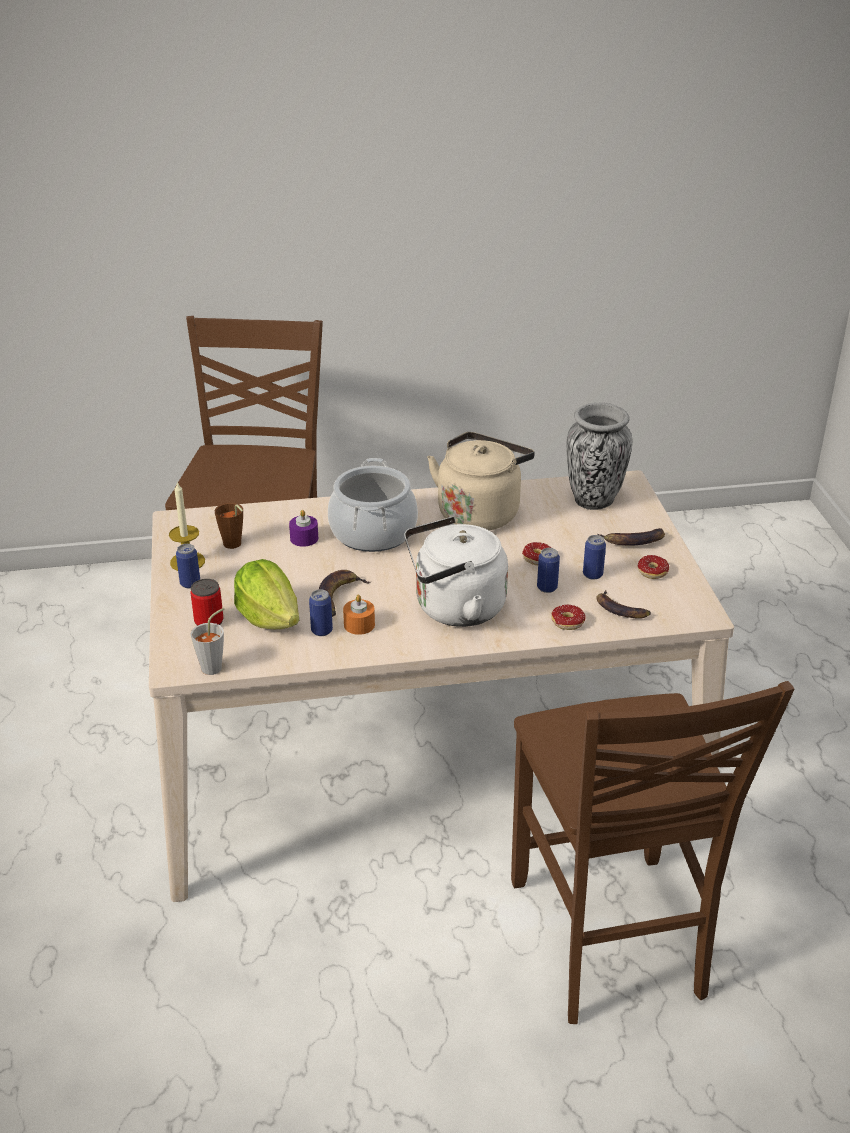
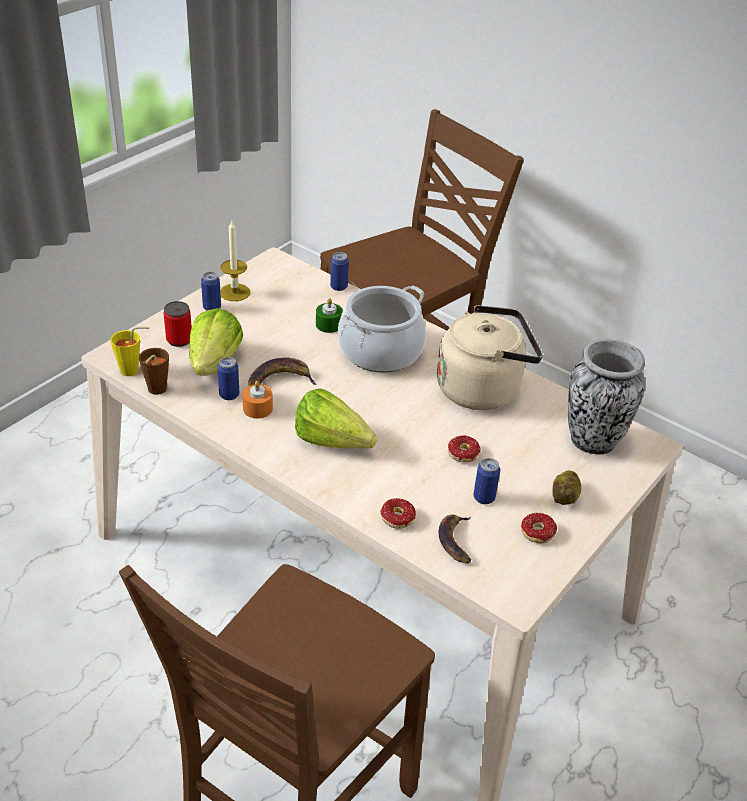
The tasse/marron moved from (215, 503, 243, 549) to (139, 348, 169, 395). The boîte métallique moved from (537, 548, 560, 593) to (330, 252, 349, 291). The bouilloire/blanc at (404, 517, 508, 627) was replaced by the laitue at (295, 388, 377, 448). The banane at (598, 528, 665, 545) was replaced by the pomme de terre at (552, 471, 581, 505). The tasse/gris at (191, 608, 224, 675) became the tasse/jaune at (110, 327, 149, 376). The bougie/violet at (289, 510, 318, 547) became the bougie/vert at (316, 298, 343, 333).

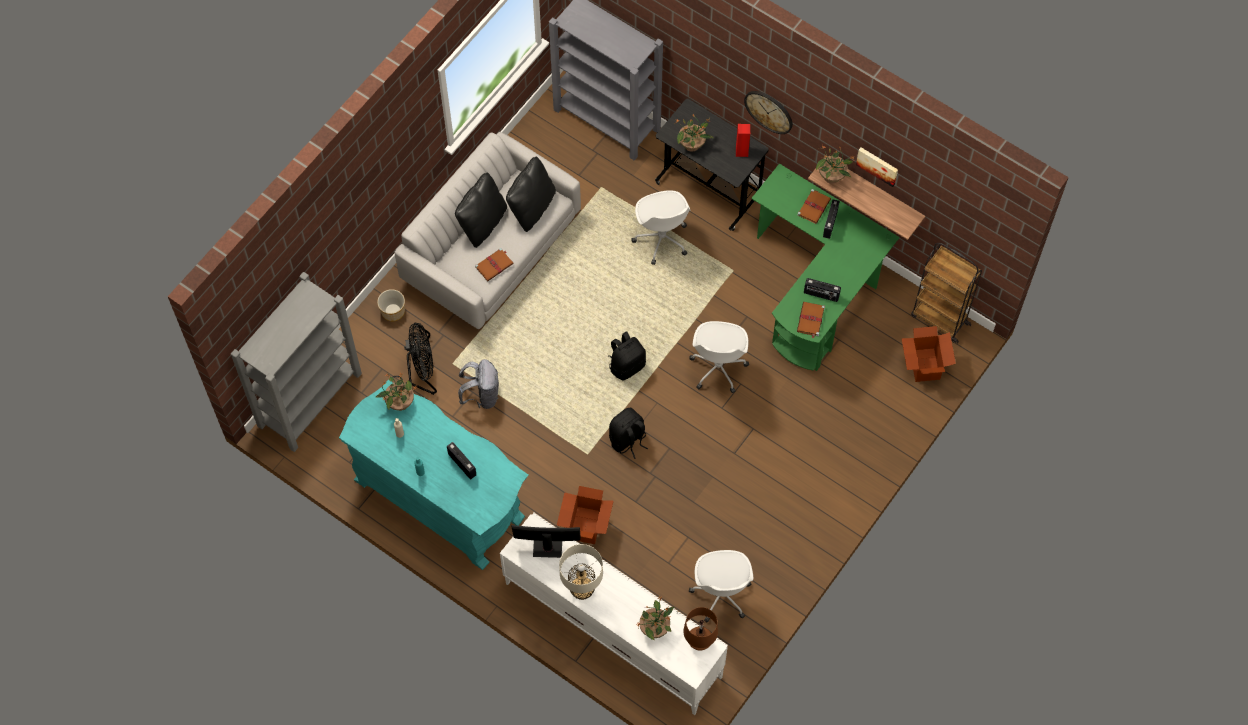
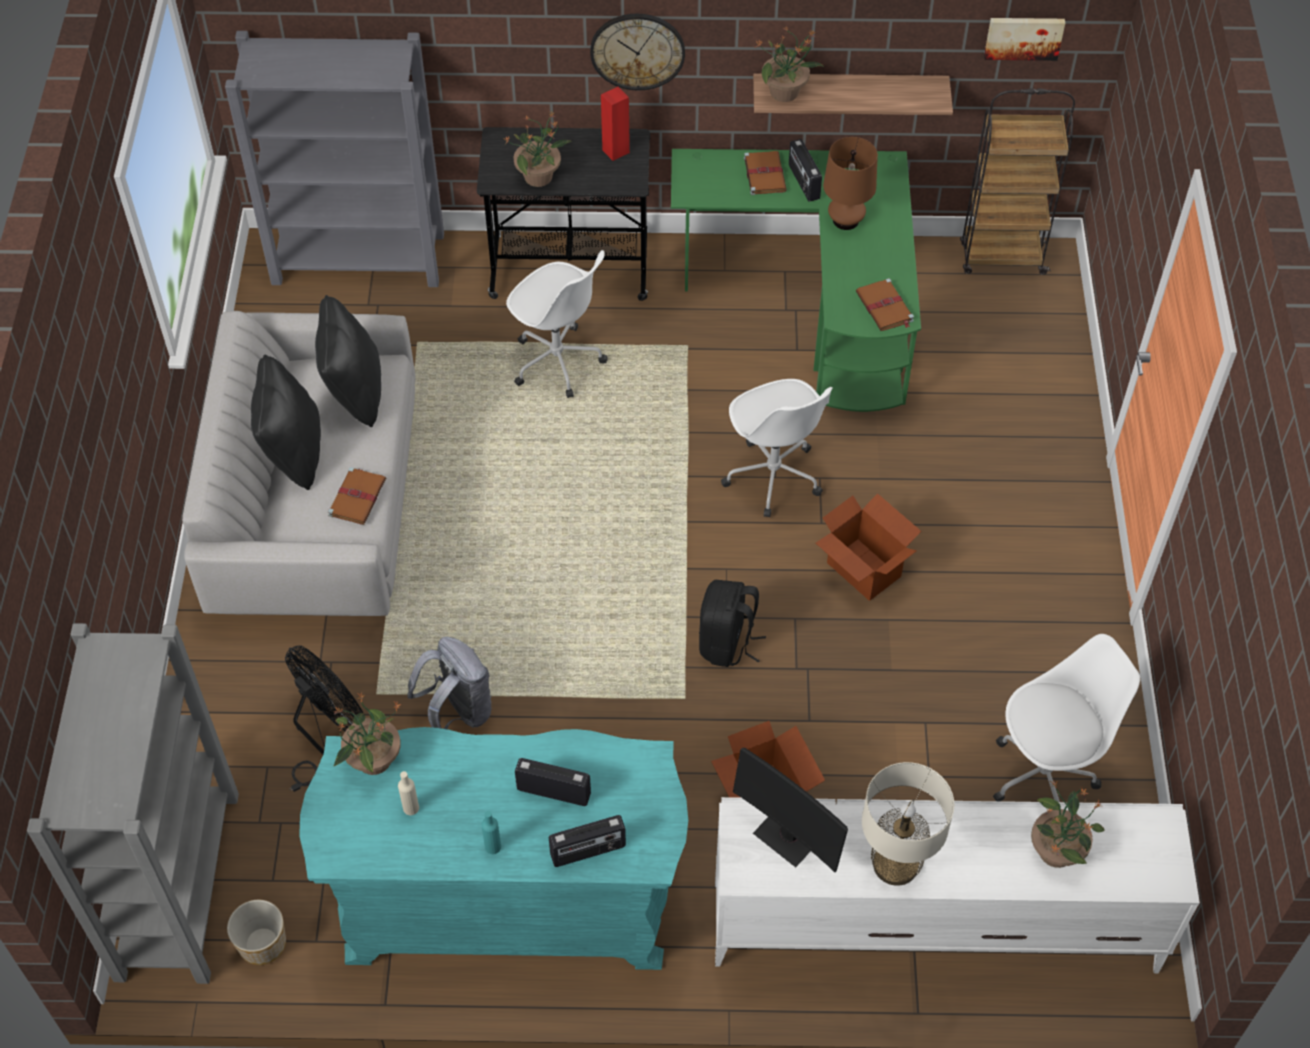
The sac à dos/noir at (608, 331, 646, 381) disappeared. The cache-pot moved from (377, 289, 405, 321) to (227, 900, 286, 965). The lampe de table/marron moved from (683, 607, 718, 651) to (823, 137, 878, 230). The radio moved from (804, 278, 841, 302) to (549, 815, 626, 867). The tableau moved from (856, 147, 898, 187) to (984, 18, 1065, 61). The carton moved from (901, 326, 956, 382) to (816, 493, 921, 601). The écran d'ordinateur at (511, 525, 581, 558) turned 105 degrees counterclockwise. The chaise de bureau/blanc at (689, 550, 753, 622) turned 75 degrees counterclockwise.

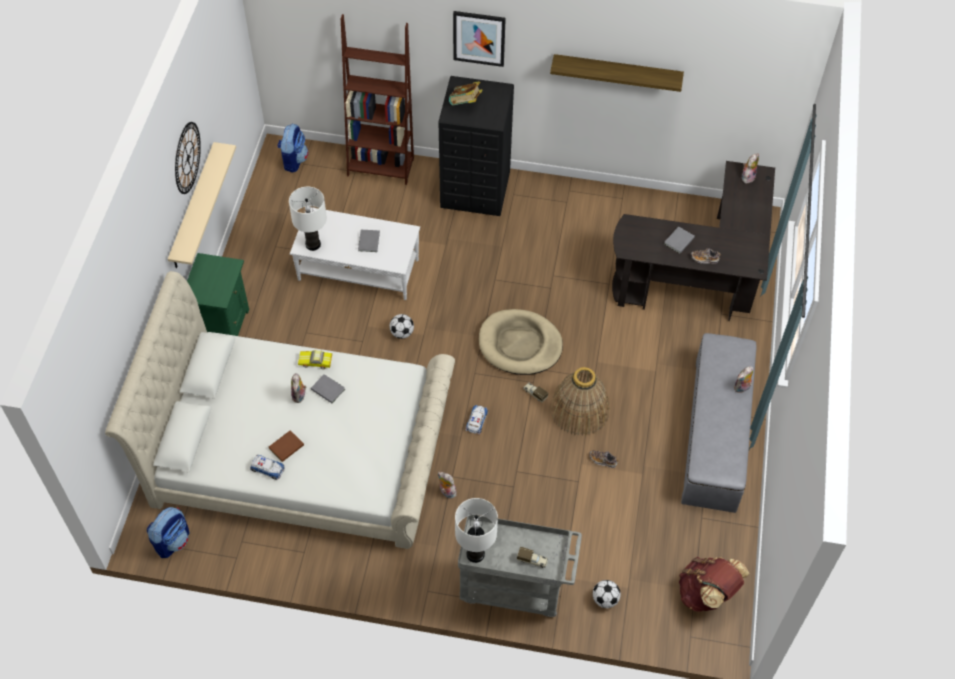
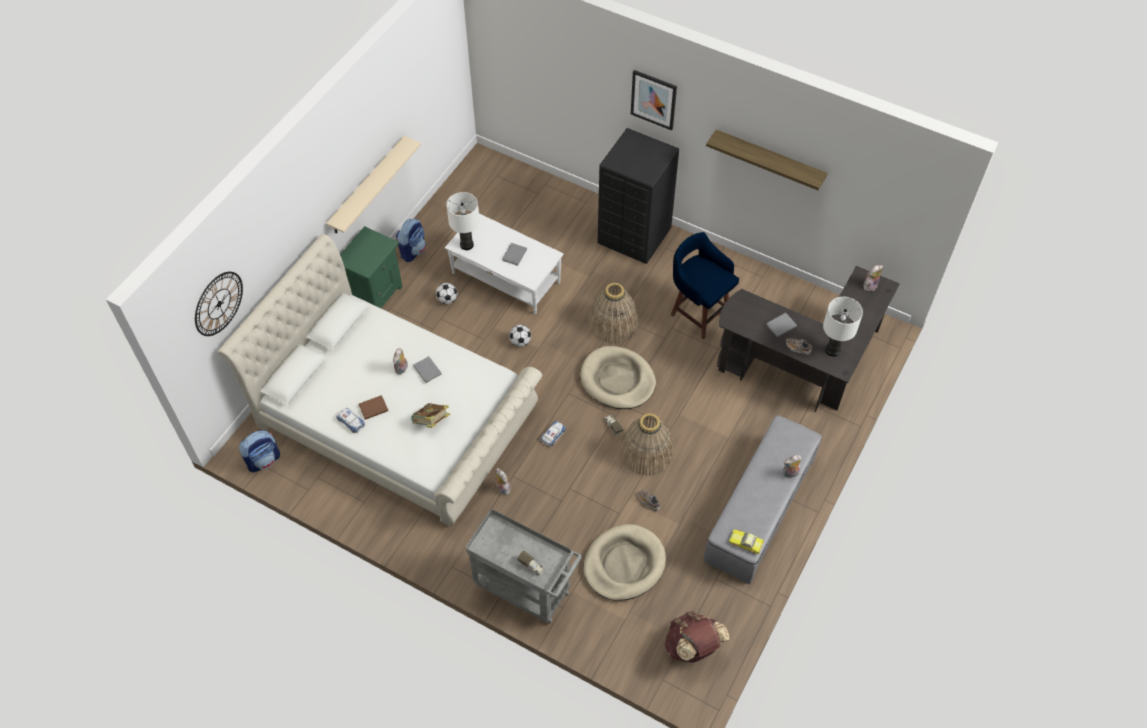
The bibliothèque/marron at (341, 14, 414, 185) disappeared. The panier pour chien/beige at (583, 524, 666, 601) appeared. The panier at (588, 283, 639, 344) appeared. The tabouret/bleu at (671, 232, 739, 340) appeared. The horloge murale moved from (175, 122, 201, 194) to (195, 272, 243, 336). The sac à dos moved from (278, 124, 308, 173) to (396, 218, 426, 262). The petite voiture moved from (298, 350, 332, 370) to (729, 529, 764, 554). The livre moved from (449, 81, 483, 105) to (411, 403, 450, 428). The lampe de table/blanc moved from (455, 498, 498, 563) to (823, 297, 863, 357). The ballon de foot moved from (593, 580, 621, 608) to (436, 283, 457, 304).

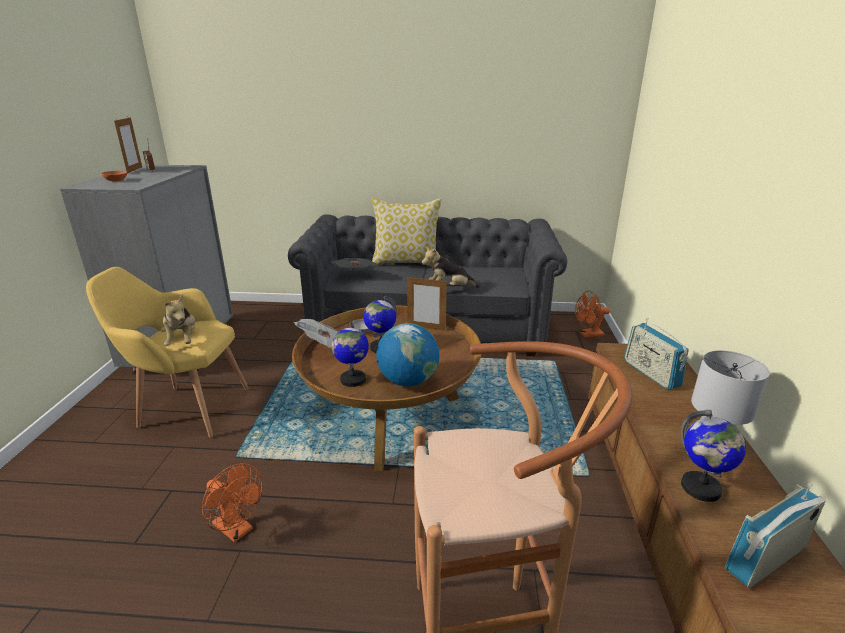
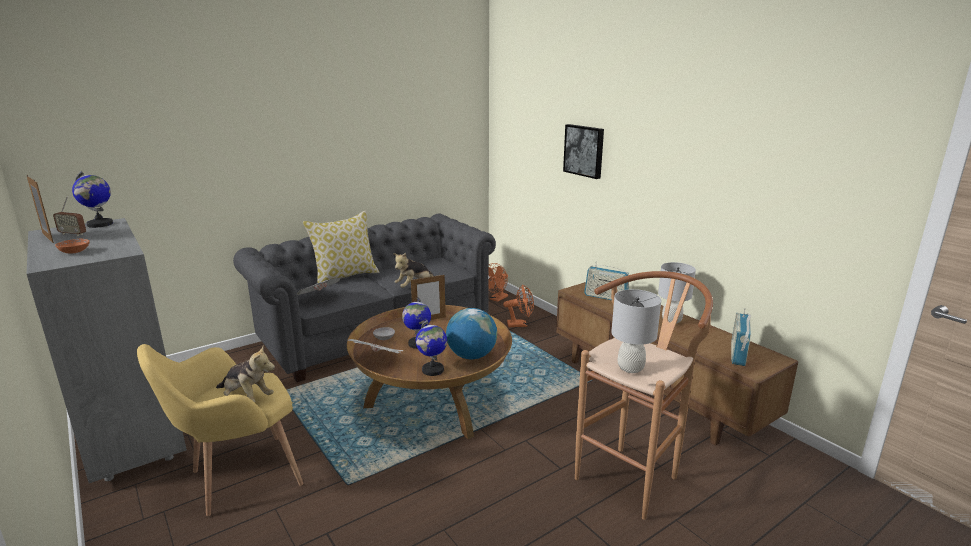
The tableau at (563, 124, 604, 179) appeared. The lampe de table/gris at (611, 289, 661, 373) appeared. The ventilateur/orange moved from (202, 463, 262, 543) to (503, 284, 534, 327). The globe moved from (681, 410, 746, 502) to (72, 171, 113, 228).

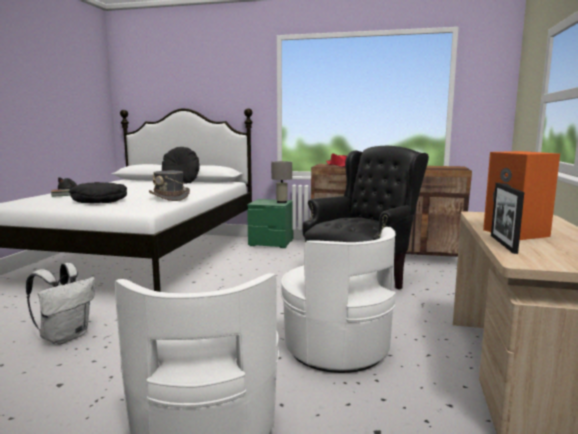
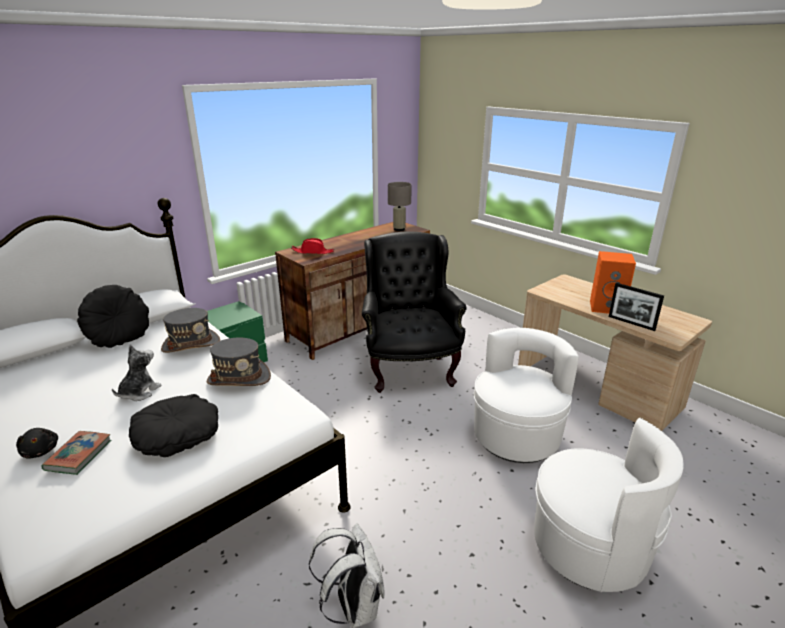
The peluche at (112, 345, 162, 401) appeared. The chapeau/gris at (161, 308, 220, 353) appeared. The lampe de table/gris moved from (271, 161, 292, 203) to (388, 182, 411, 231). The fauteuil/blanc at (281, 227, 396, 373) turned 60 degrees counterclockwise.

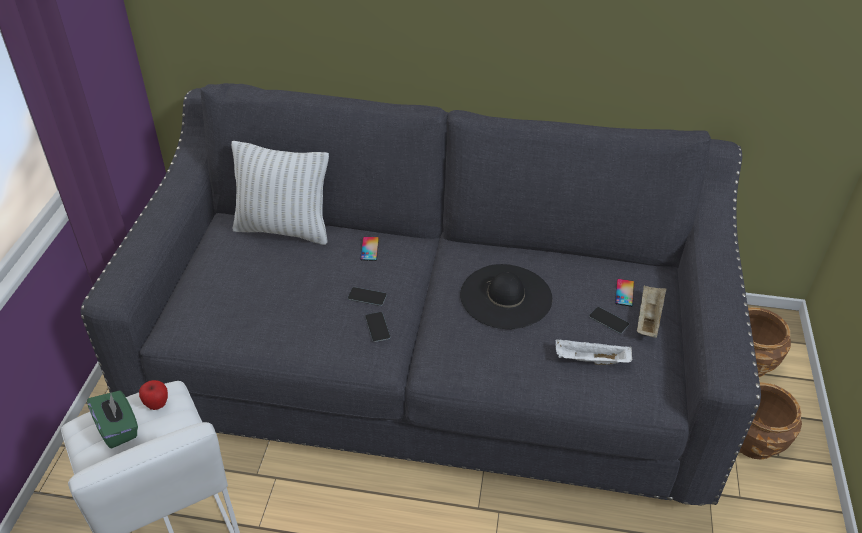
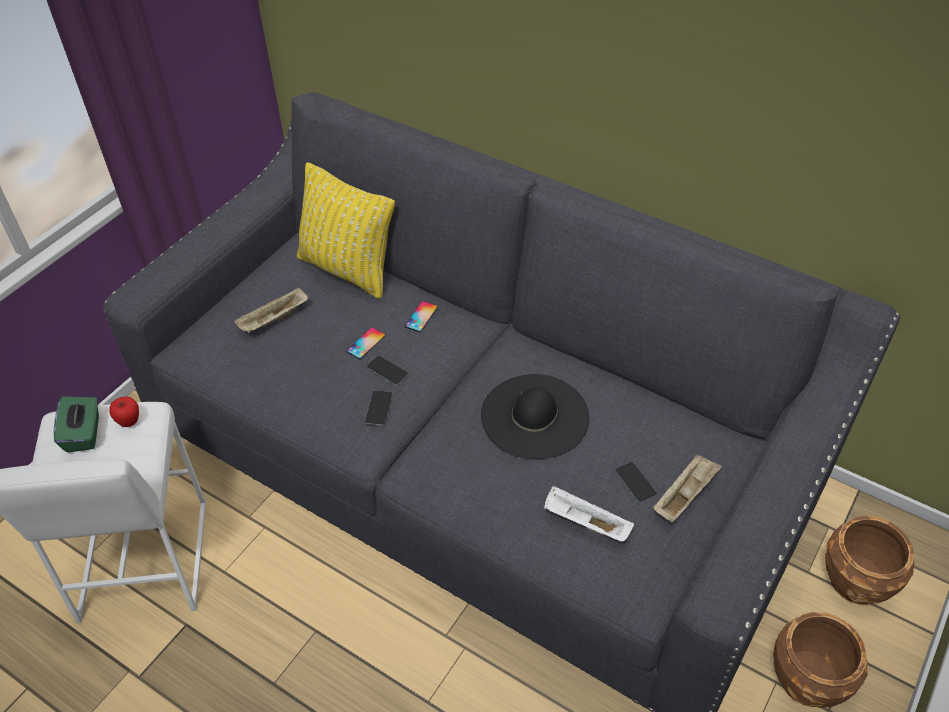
The plateau/beige at (234, 287, 308, 333) appeared. The téléphone moved from (615, 279, 634, 307) to (346, 327, 385, 359). The coussin/blanc at (231, 141, 329, 245) became the coussin/jaune at (297, 162, 395, 299).

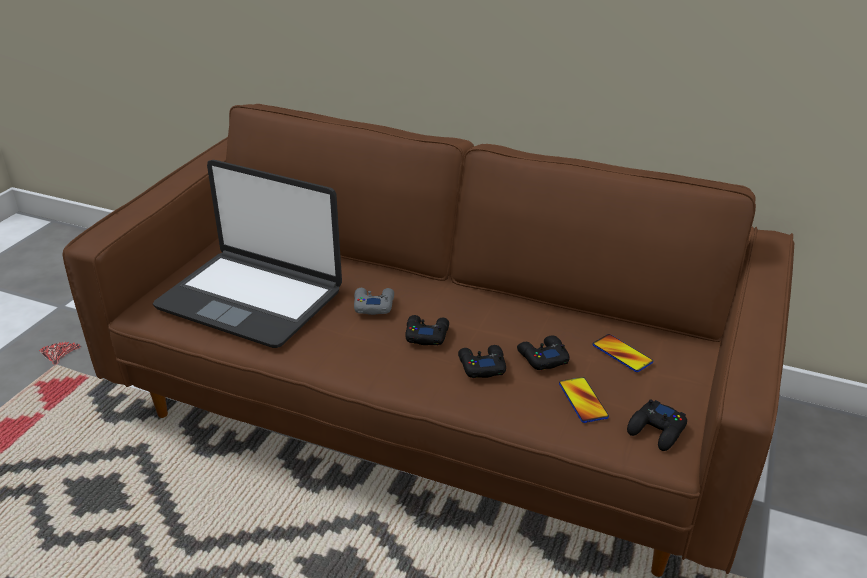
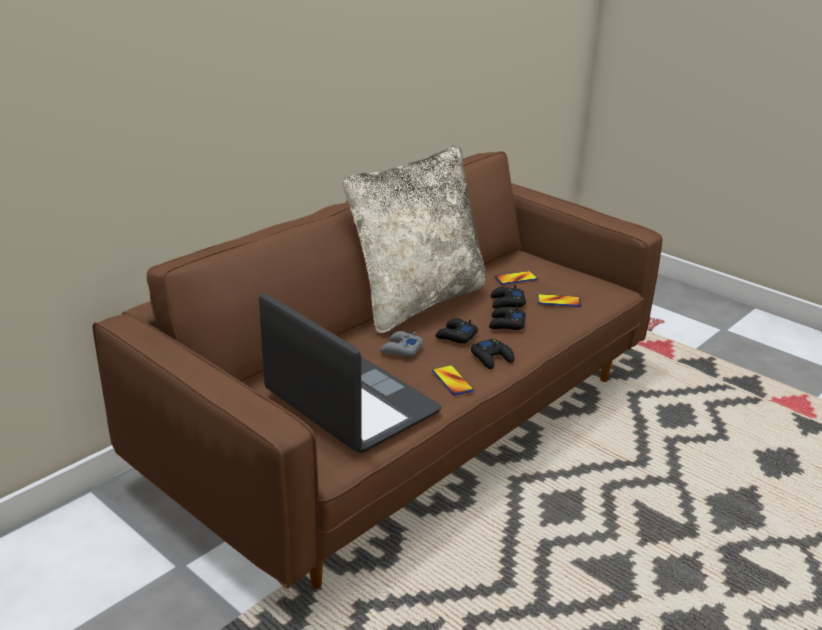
The coussin/beige at (343, 145, 486, 333) appeared. The téléphone at (432, 365, 474, 395) appeared. The manette/noir moved from (627, 399, 687, 451) to (471, 339, 515, 369). The ordinateur portable at (153, 160, 342, 348) turned 90 degrees counterclockwise.

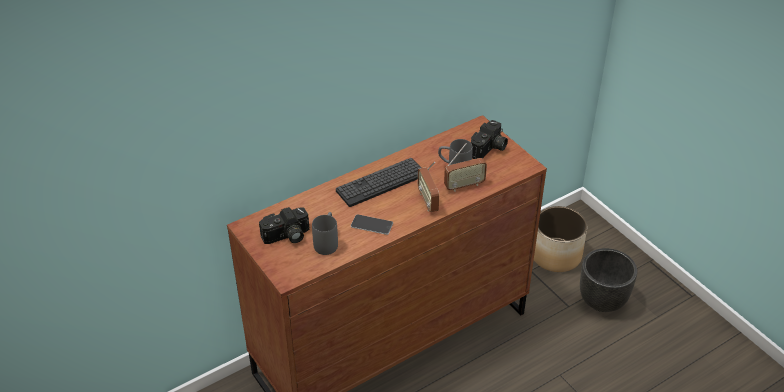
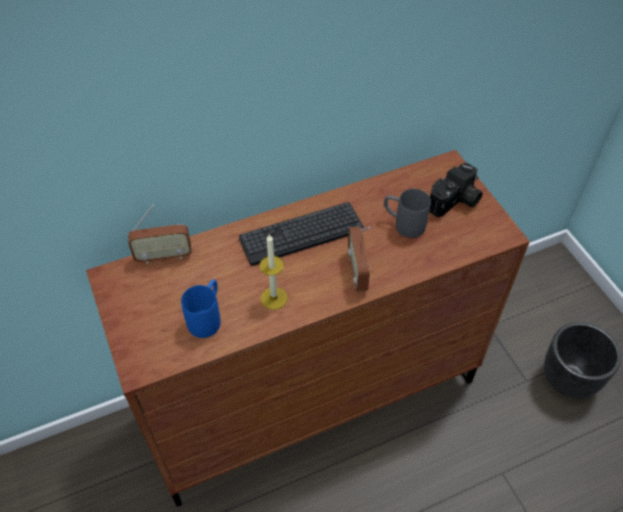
The appareil photo at (259, 207, 309, 244) disappeared. The cache-pot at (534, 206, 587, 272) disappeared. The radio moved from (444, 143, 487, 192) to (128, 205, 192, 264). The téléphone at (351, 214, 393, 235) was replaced by the bougie at (259, 234, 288, 310). The mug/gris at (312, 212, 338, 255) became the mug/bleu at (181, 279, 221, 338).

